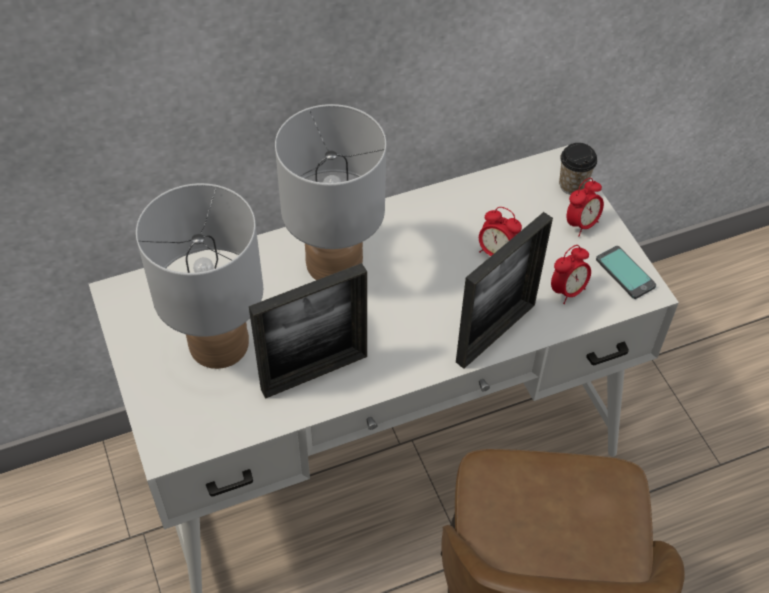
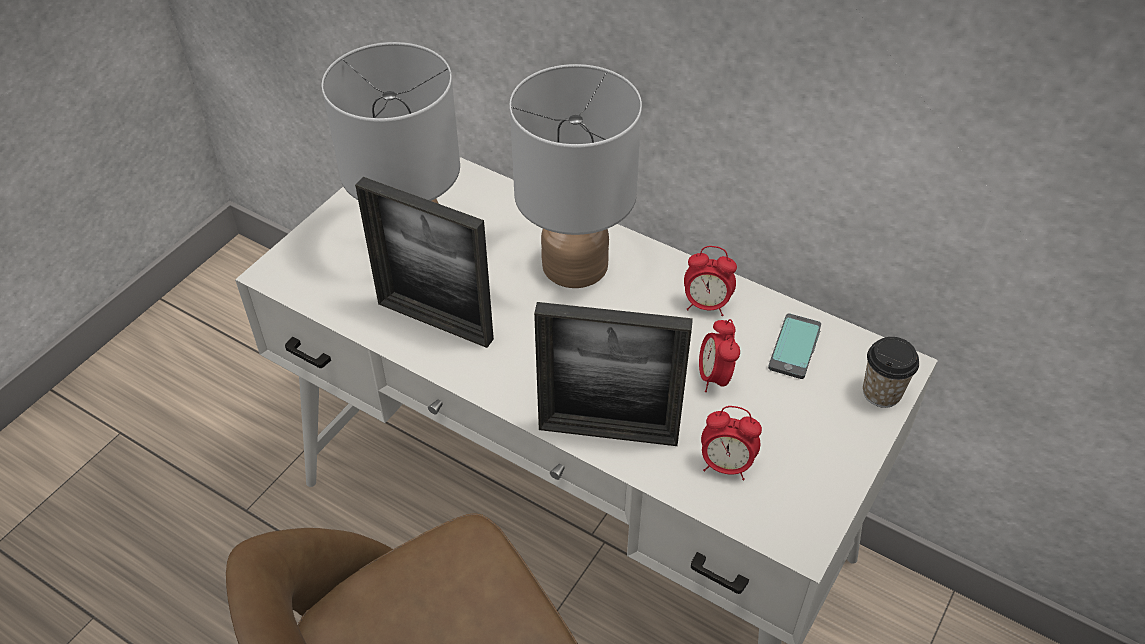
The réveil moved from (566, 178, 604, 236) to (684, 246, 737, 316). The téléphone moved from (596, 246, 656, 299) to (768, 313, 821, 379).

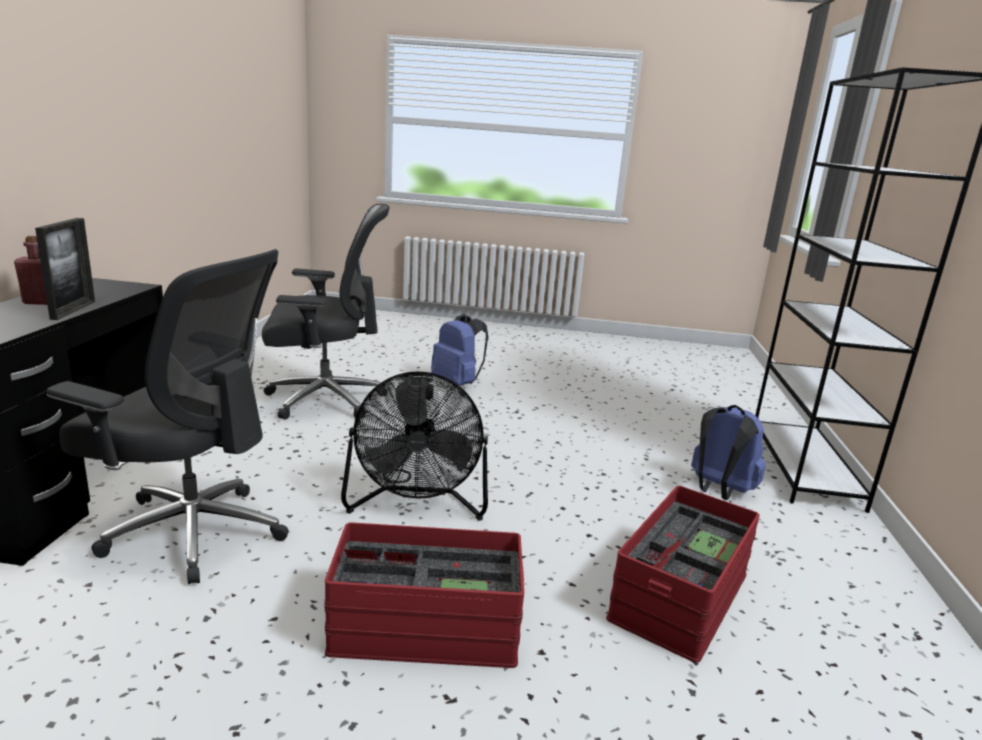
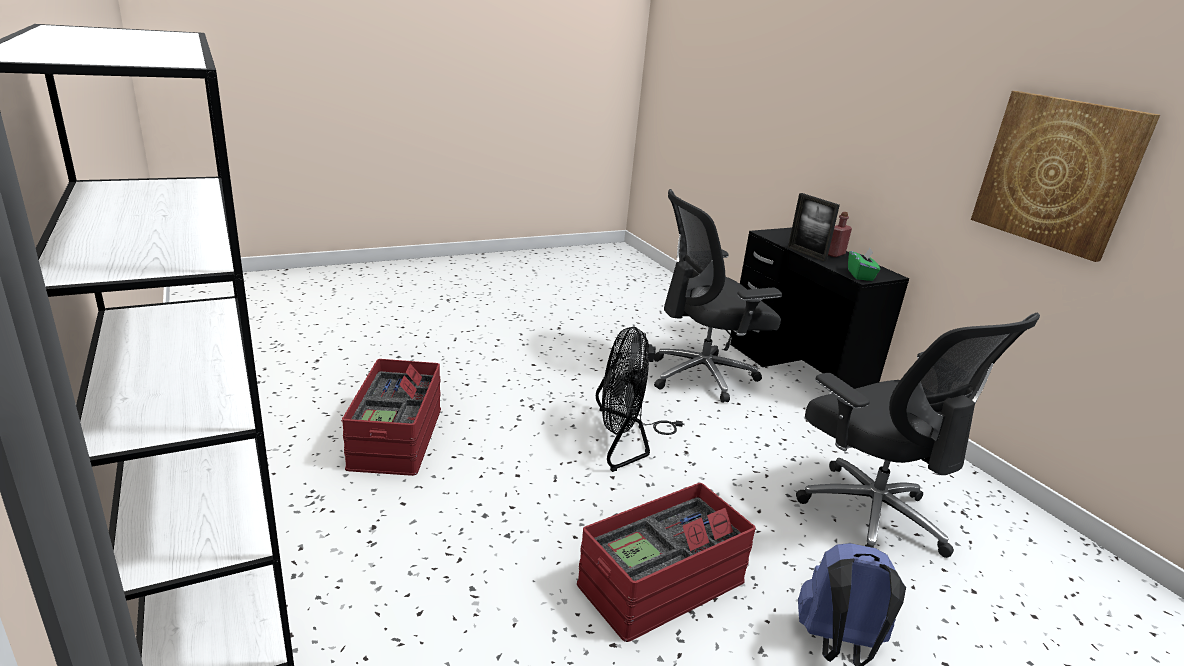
The sac à dos/bleu at (691, 405, 766, 500) disappeared. The boîte à mouchoirs/vert at (848, 248, 880, 281) appeared. The tableau at (971, 91, 1160, 262) appeared. The boîte de rangement/rouge moved from (324, 522, 524, 668) to (577, 483, 756, 642). The chaise de bureau at (262, 204, 390, 420) turned 75 degrees counterclockwise. The ventilateur/noir at (341, 372, 488, 521) turned 60 degrees counterclockwise.

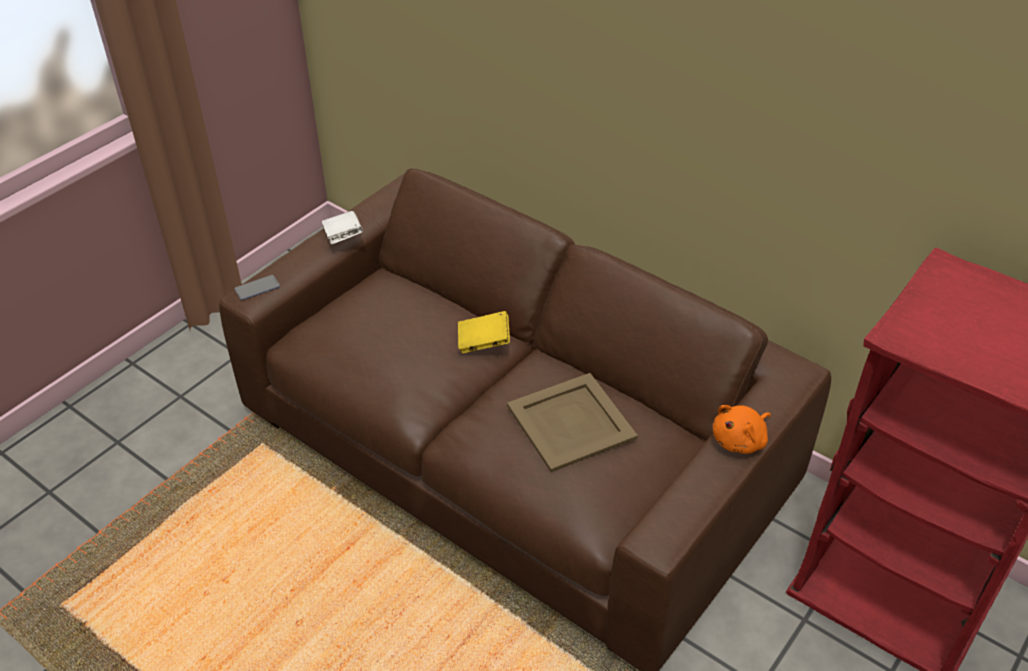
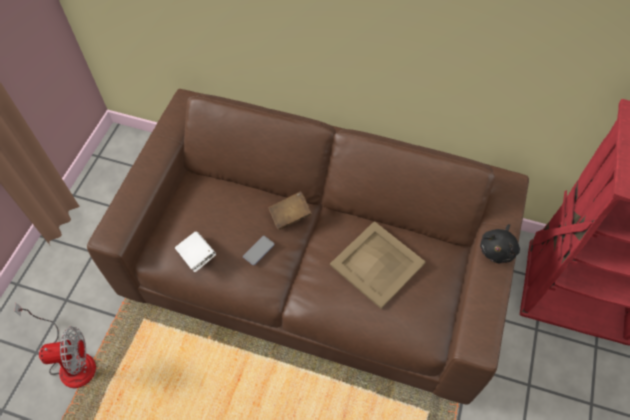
The ventilateur at (15, 302, 96, 388) appeared. The téléphone moved from (234, 275, 280, 300) to (243, 236, 275, 265). The livre/blanc moved from (322, 211, 363, 244) to (175, 231, 216, 272). The livre/jaune at (458, 311, 510, 353) became the livre/marron at (268, 191, 312, 230). The peluche/orange at (713, 405, 771, 454) became the peluche/noir at (480, 224, 520, 263).

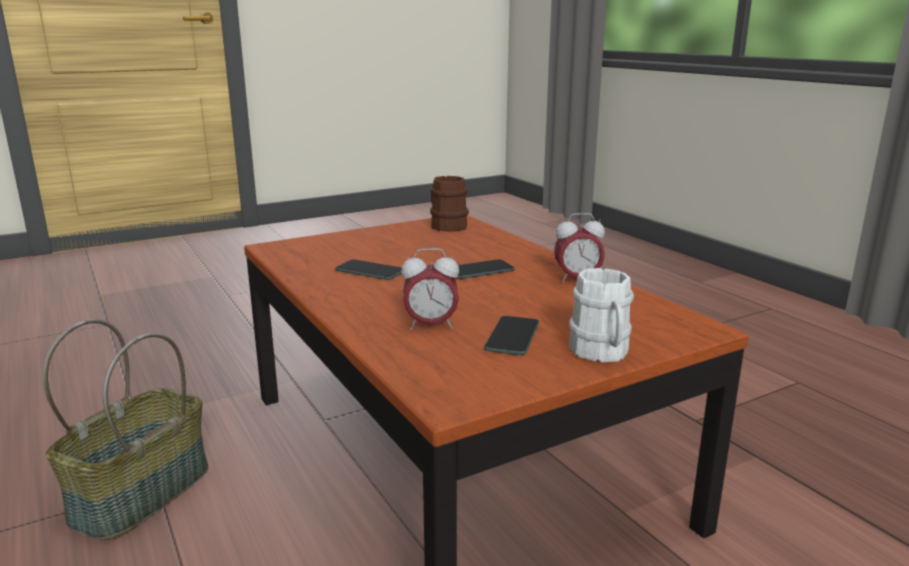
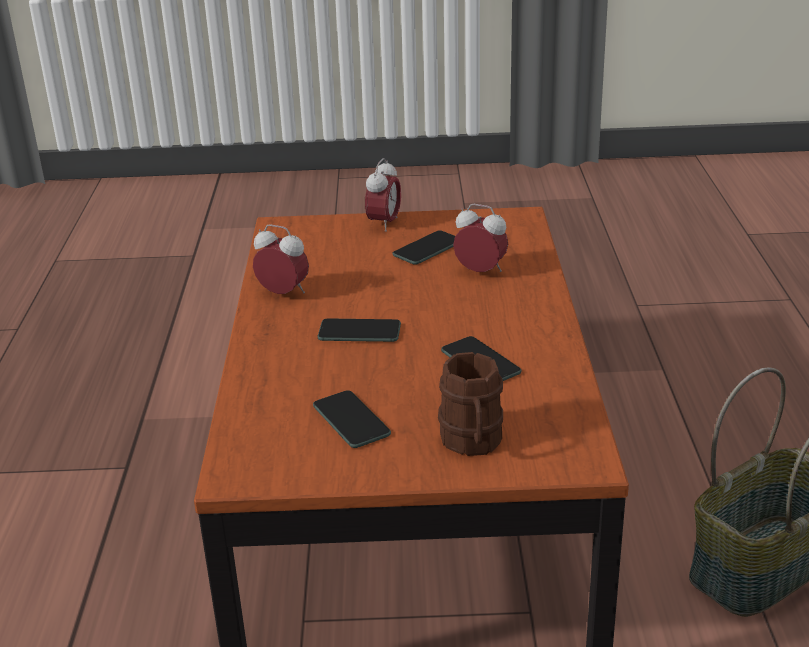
The téléphone at (313, 390, 391, 448) appeared. The mug/marron moved from (430, 176, 469, 232) to (438, 352, 503, 456). The mug/blanc at (569, 268, 634, 362) was replaced by the réveil at (365, 158, 401, 232).

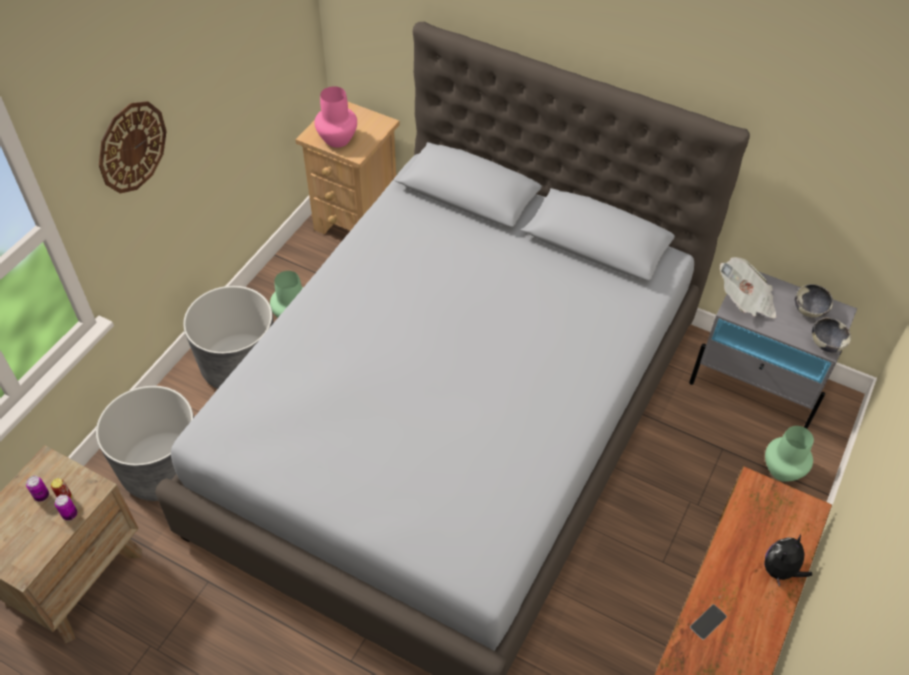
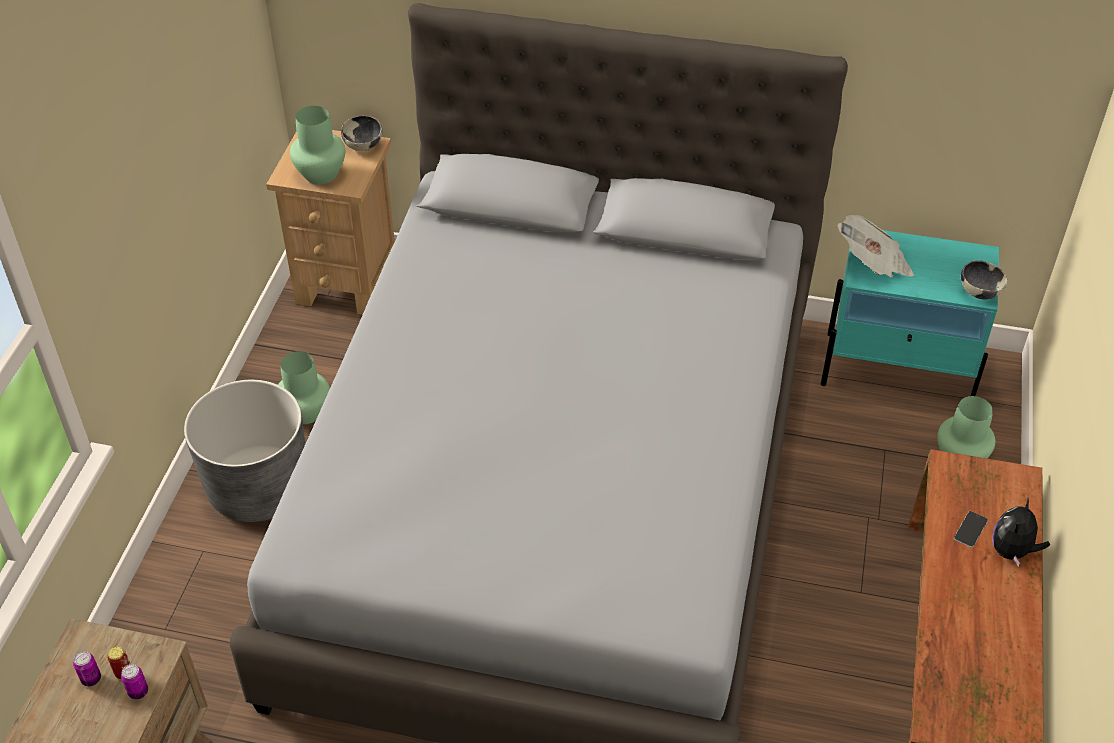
The cache-pot/gris at (96, 386, 194, 501) disappeared. The horloge murale at (99, 101, 167, 194) disappeared. The téléphone moved from (690, 604, 727, 640) to (954, 511, 988, 548). The bol moved from (795, 284, 833, 318) to (341, 115, 382, 151). The vase/rose at (314, 86, 357, 148) became the vase/vert at (290, 106, 345, 184). The table de chevet/gris at (689, 271, 857, 429) became the table de chevet/turquoise at (821, 230, 999, 406).

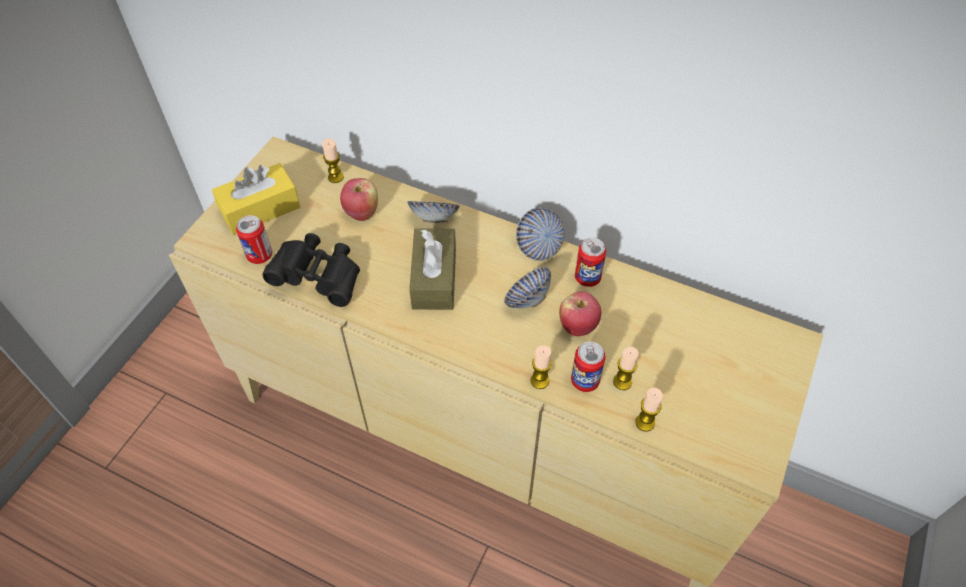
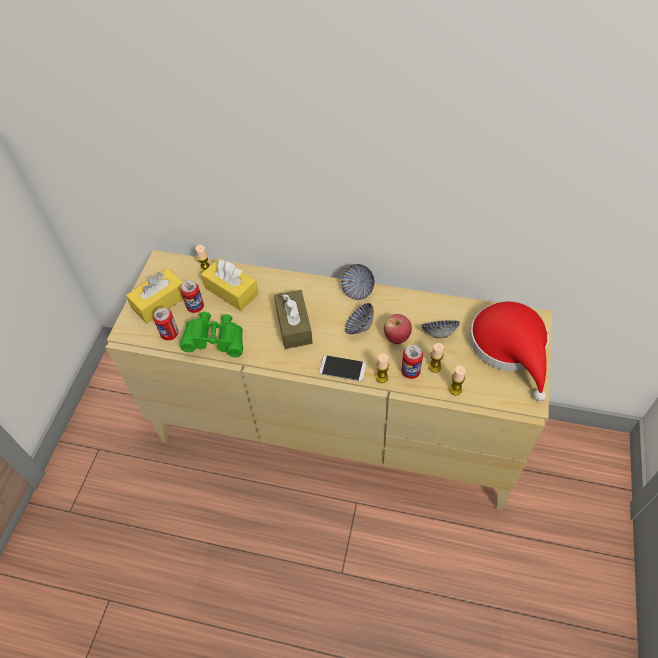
The téléphone at (319, 355, 366, 381) appeared. The chapeau/rouge at (469, 302, 549, 401) appeared. The bol moved from (407, 201, 460, 223) to (421, 320, 460, 338). The boîte métallique moved from (575, 238, 606, 287) to (180, 280, 204, 313). The pomme at (340, 178, 378, 221) was replaced by the boîte à mouchoirs/jaune at (201, 258, 259, 311). The jumelles/noir at (262, 233, 360, 307) became the jumelles/vert at (180, 312, 243, 357).

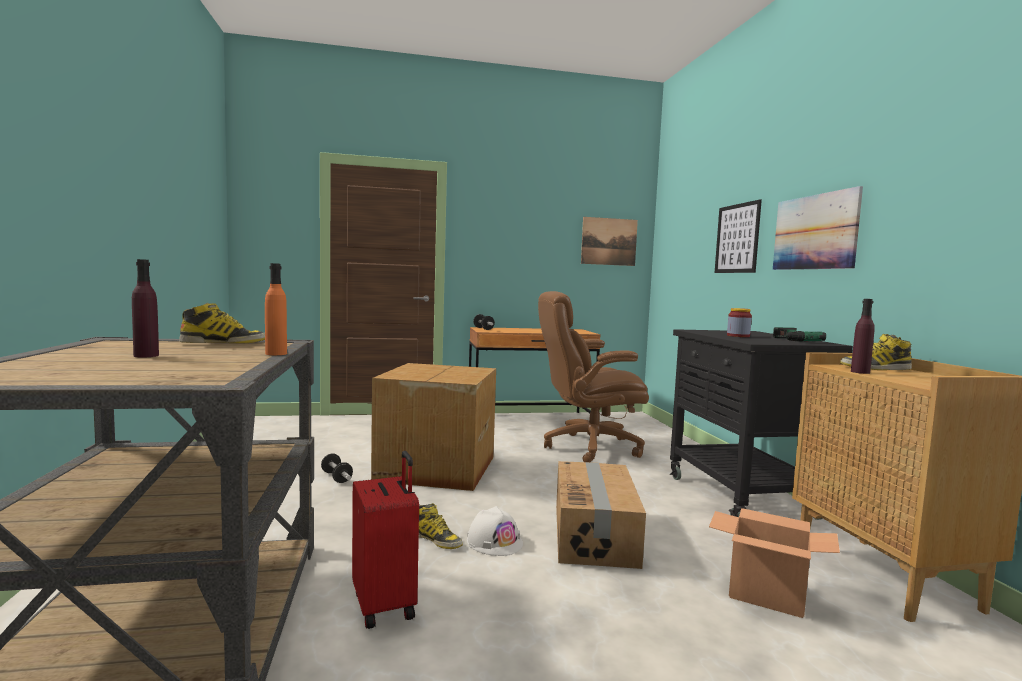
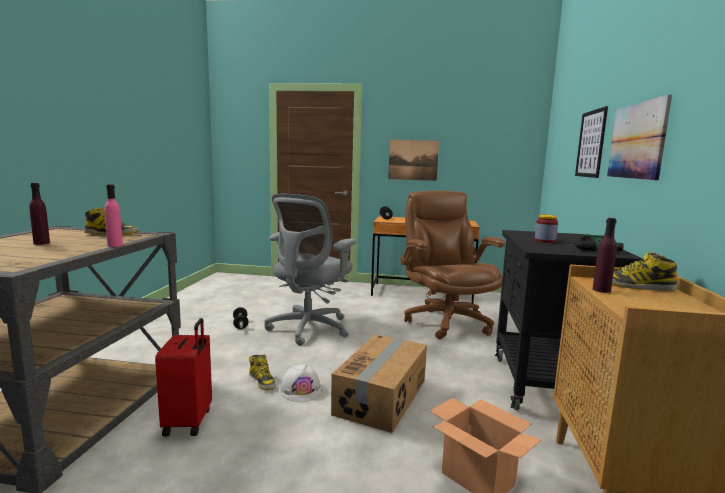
The tableau moved from (581, 217, 638, 266) to (388, 140, 439, 181). The carton at (371, 363, 496, 491) was replaced by the chaise de bureau/gris at (265, 194, 357, 346). The bouteille/orange at (265, 263, 287, 355) became the bouteille/rose at (104, 184, 123, 247). The chaise de bureau/marron at (538, 291, 649, 462) turned 60 degrees clockwise.

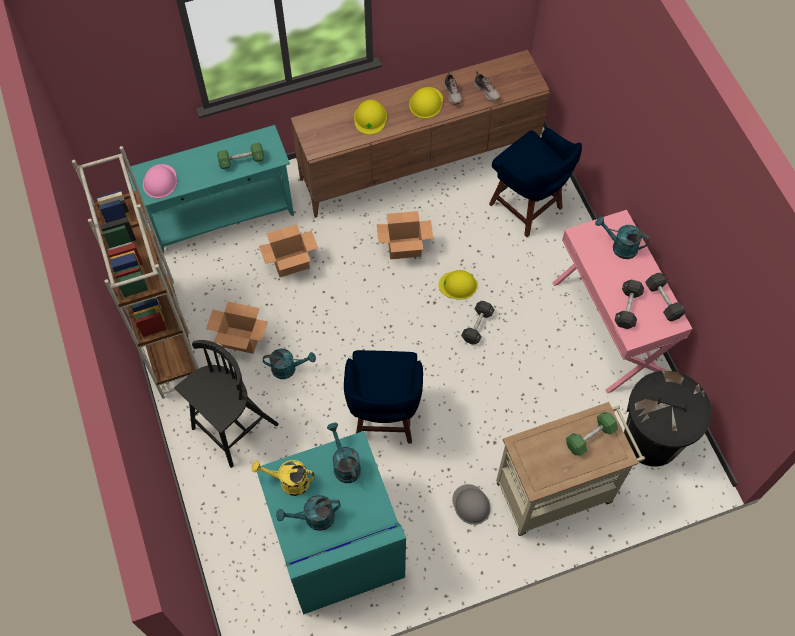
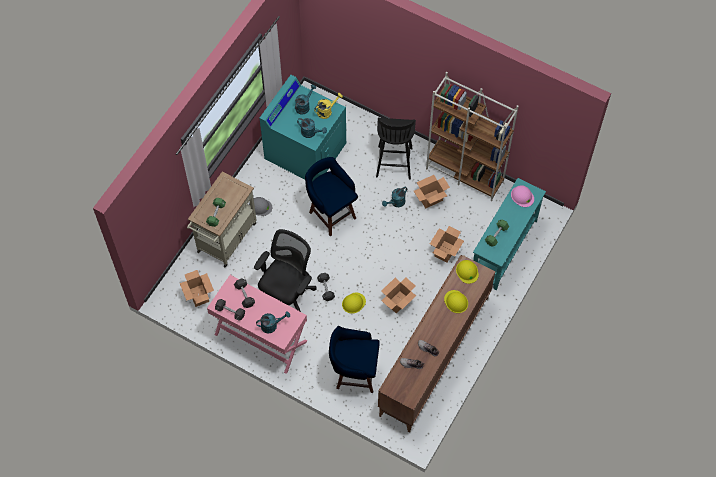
The chaise de bureau/noir at (254, 229, 317, 312) appeared. The casque de chantier/jaune moved from (409, 87, 443, 119) to (456, 260, 479, 284). The poubelle/noir at (624, 371, 712, 466) was replaced by the carton at (180, 270, 214, 307).

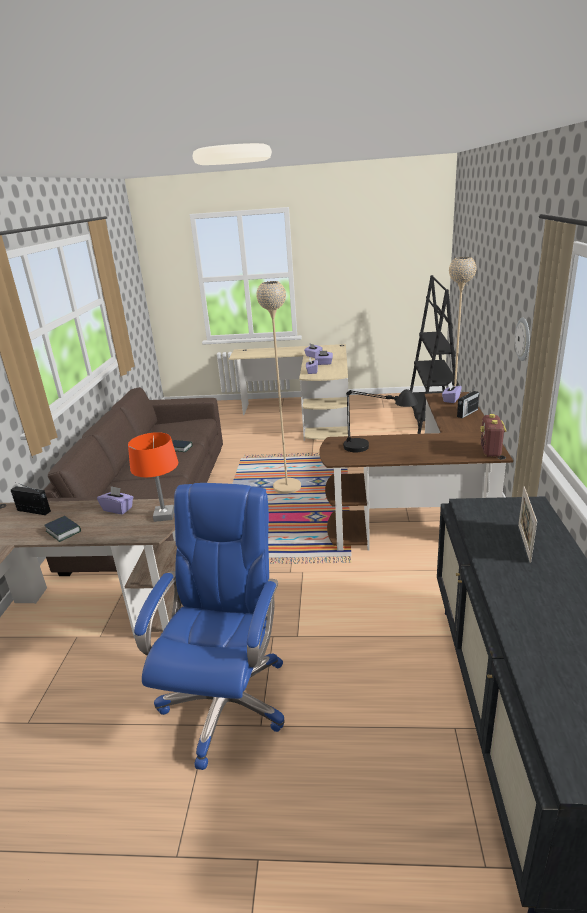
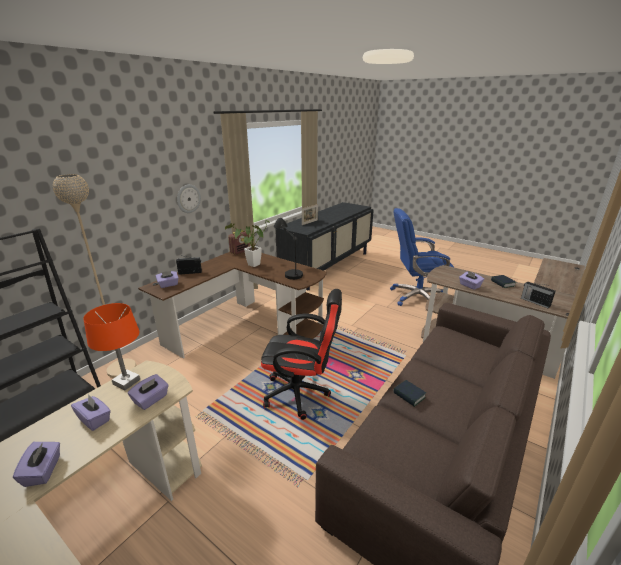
The plante en pot at (225, 220, 270, 267) appeared. The lampe de table/orange moved from (128, 432, 178, 522) to (83, 303, 140, 390). The lampadaire/beige at (256, 281, 301, 494) was replaced by the chaise de bureau/noir at (261, 289, 342, 420). The chaise de bureau/bleu at (134, 483, 285, 770) turned 45 degrees clockwise.

